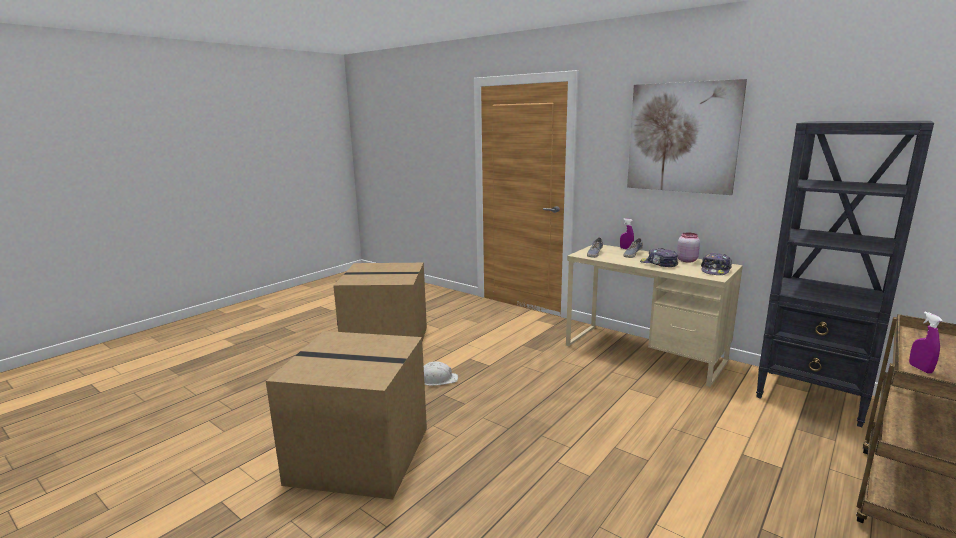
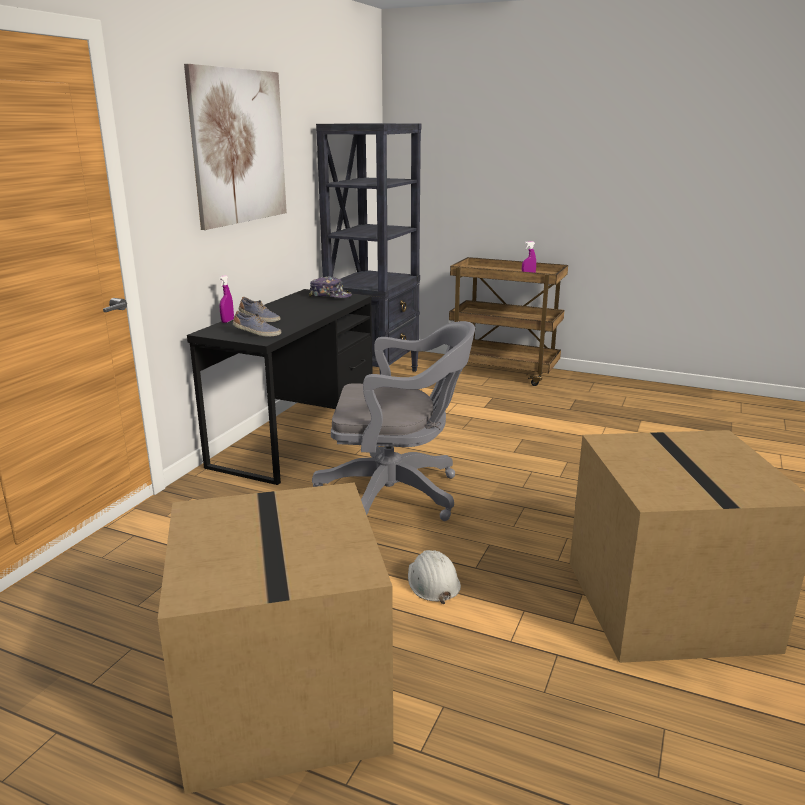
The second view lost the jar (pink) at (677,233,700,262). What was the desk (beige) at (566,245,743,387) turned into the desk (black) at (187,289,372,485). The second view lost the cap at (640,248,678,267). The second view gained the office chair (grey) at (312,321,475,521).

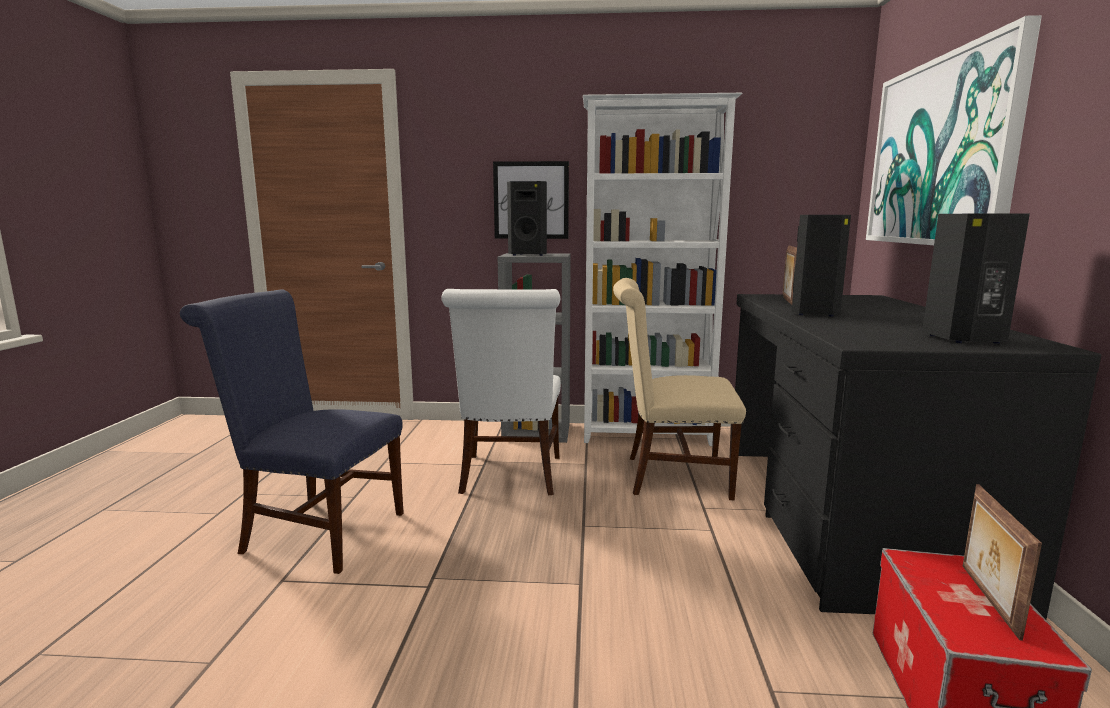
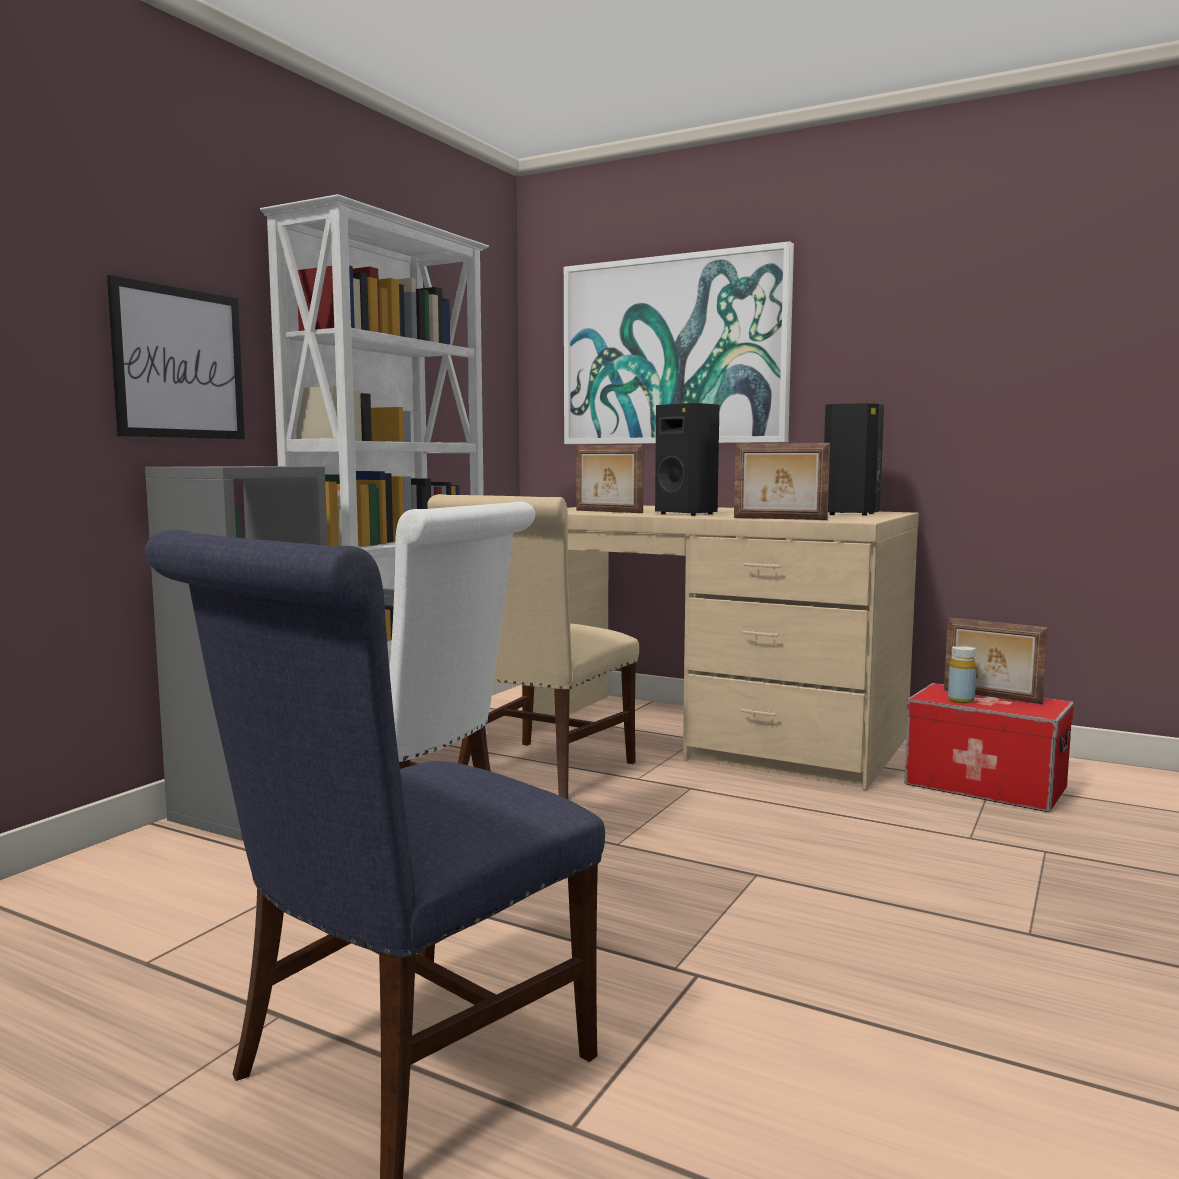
The second view lost the speaker (black) at (507,181,547,256). What was the desk (black) at (735,294,1101,619) turned into the desk (beige) at (522,506,919,790). The second view gained the picture frame at (734,443,830,520). The second view gained the bottle (yellow) at (948,646,977,703).

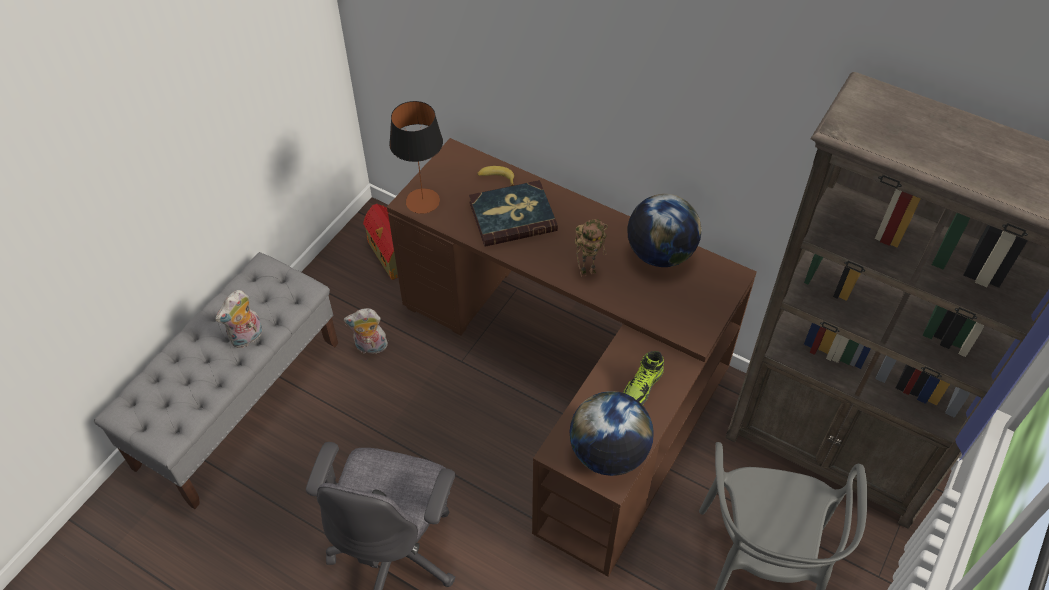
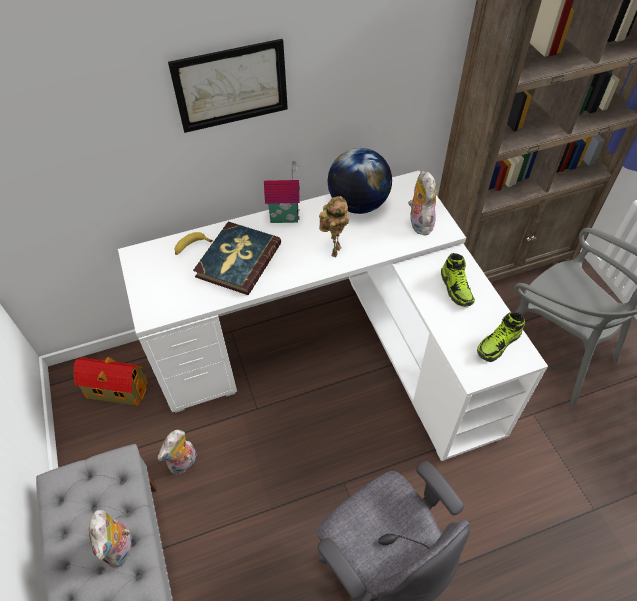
The second view lost the table lamp at (389,101,443,214). What was the desk (brown) at (387,138,757,577) turned into the desk (white) at (118,171,548,461). Where the globe stood at (569,391,654,476), the shoe came to stand at (477,312,525,362). The second view gained the picture at (168,39,288,133). The second view gained the toy house at (264,161,300,223). The second view gained the plush toy at (408,171,437,235).

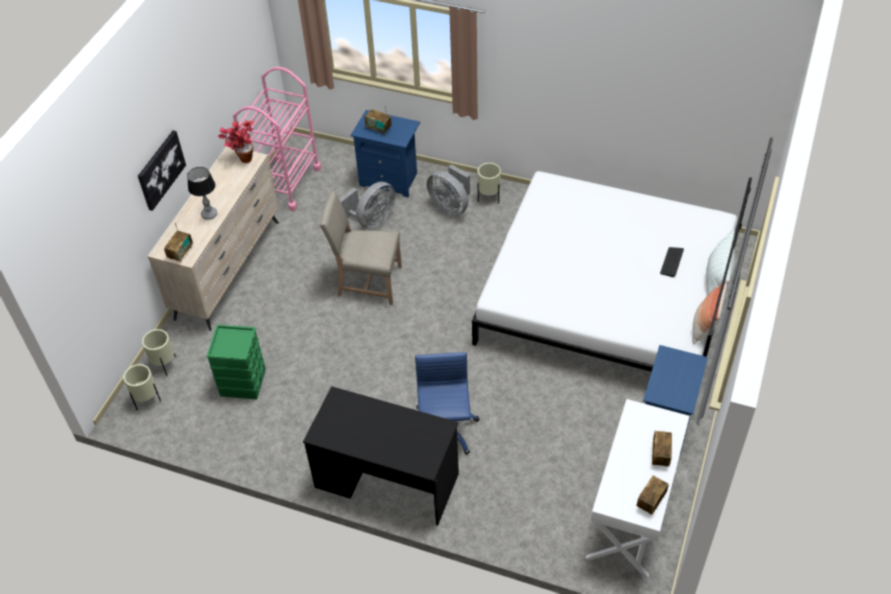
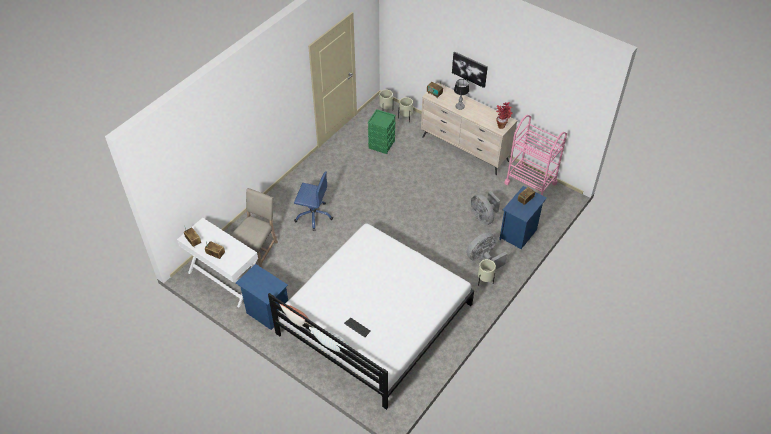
The chair (beige) ended up elsewhere, having gone from (320,191,402,305) to (231,188,278,268). The second view lost the desk (black) at (303,386,459,526).

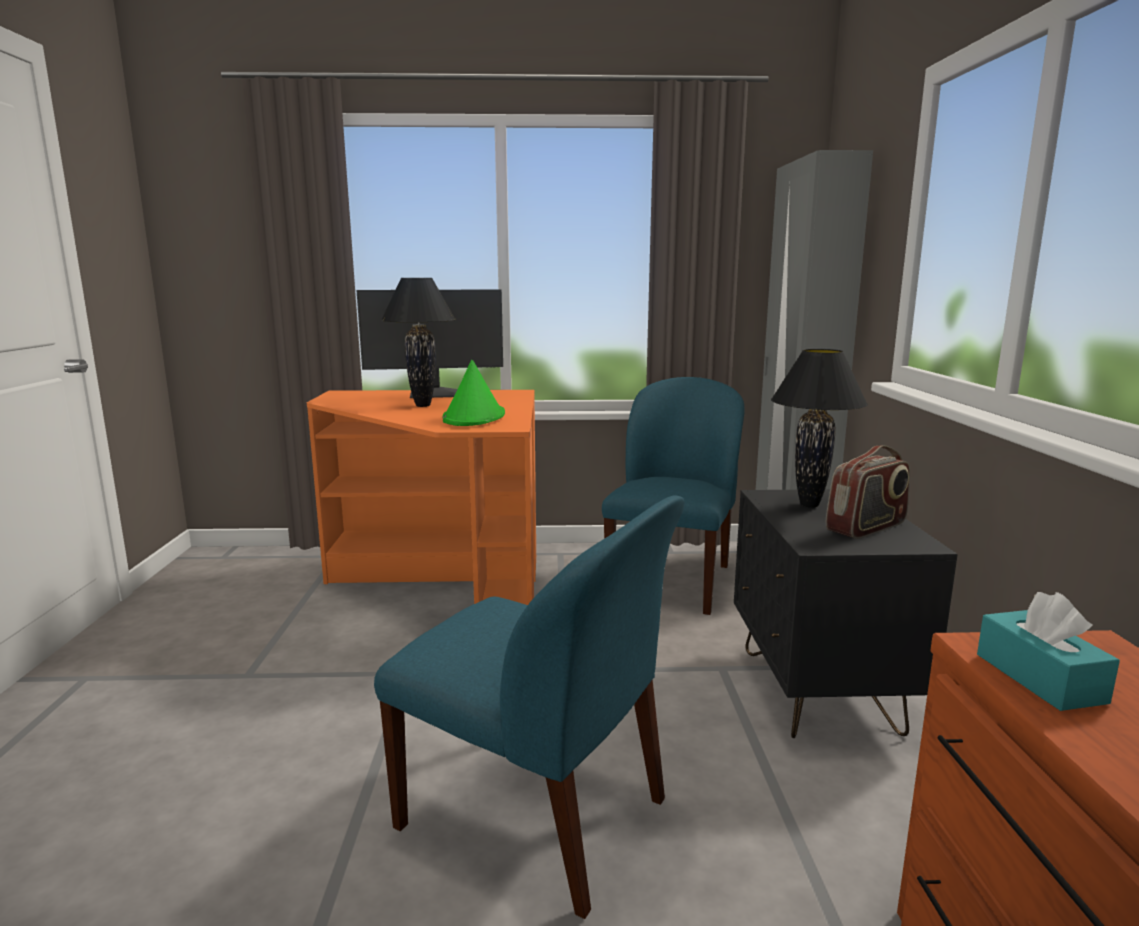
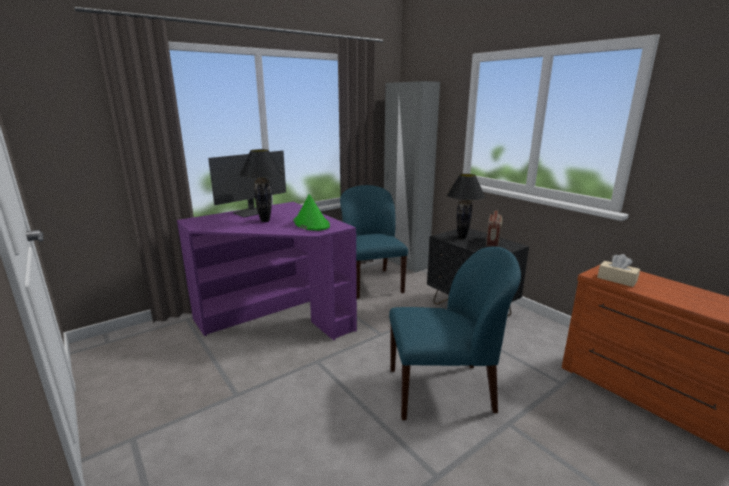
What was the desk (orange) at (307,390,536,605) turned into the desk (purple) at (177,202,357,340). What was the tissue box (turquoise) at (977,592,1120,711) turned into the tissue box (beige) at (597,254,640,287).

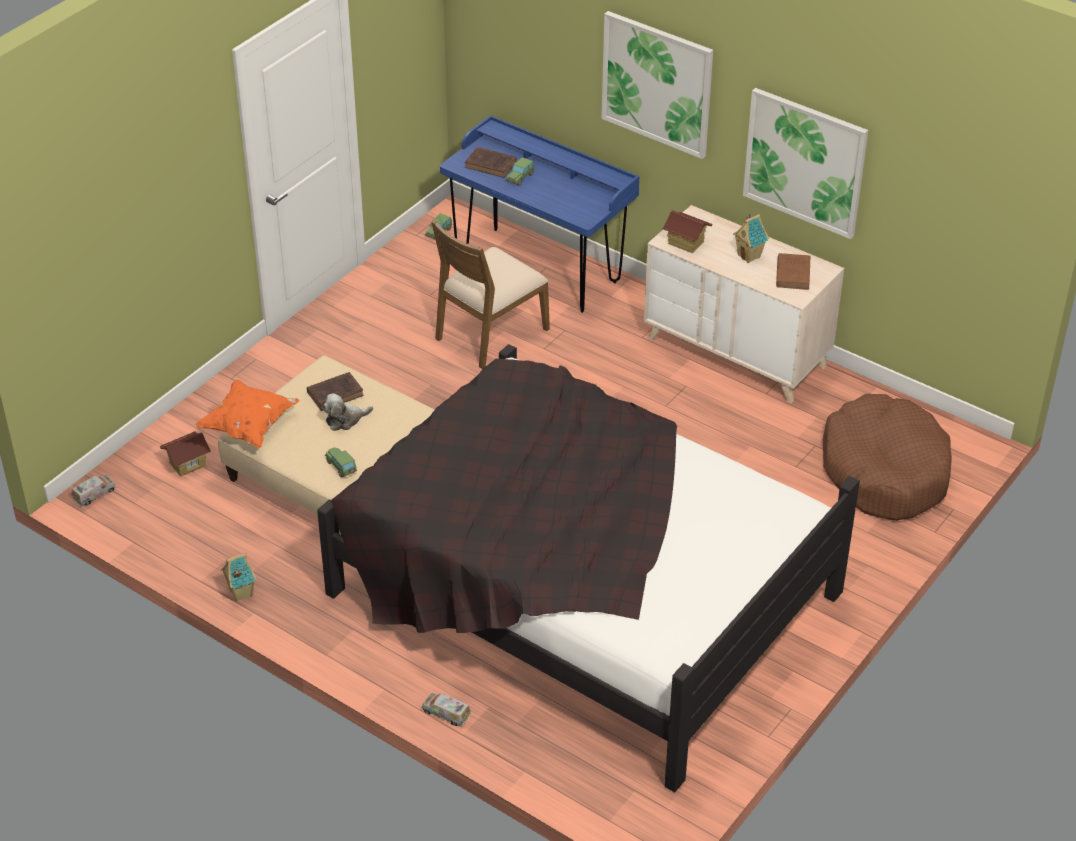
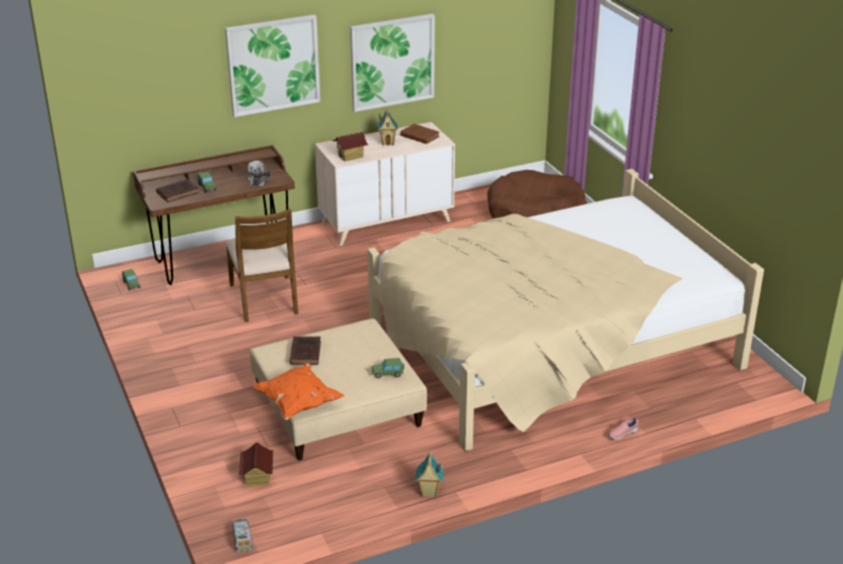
What was the desk (blue) at (440,115,639,313) turned into the desk (brown) at (133,145,295,285). What was the bed (black) at (317,344,860,792) turned into the bed (beige) at (367,169,764,451). The plush toy ended up elsewhere, having gone from (322,393,373,431) to (247,160,270,186). Where the toy truck stood at (422,693,471,727), the shoe (pink) came to stand at (608,417,639,440).

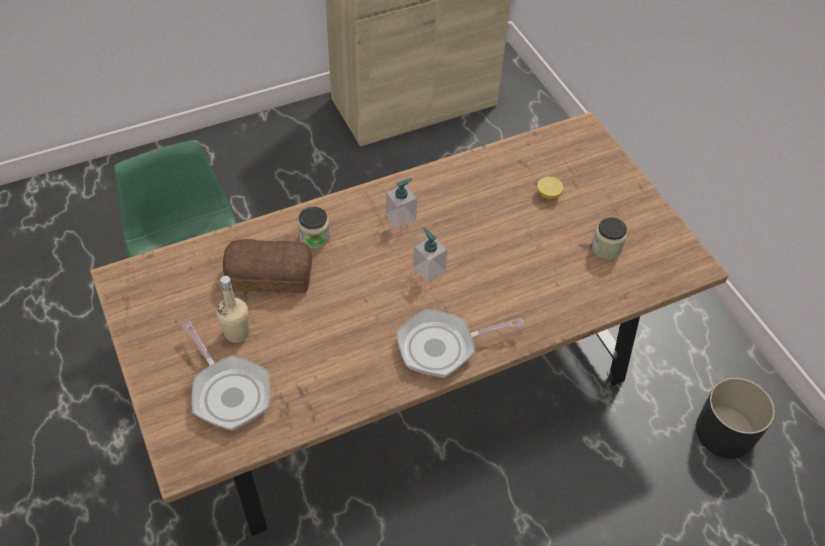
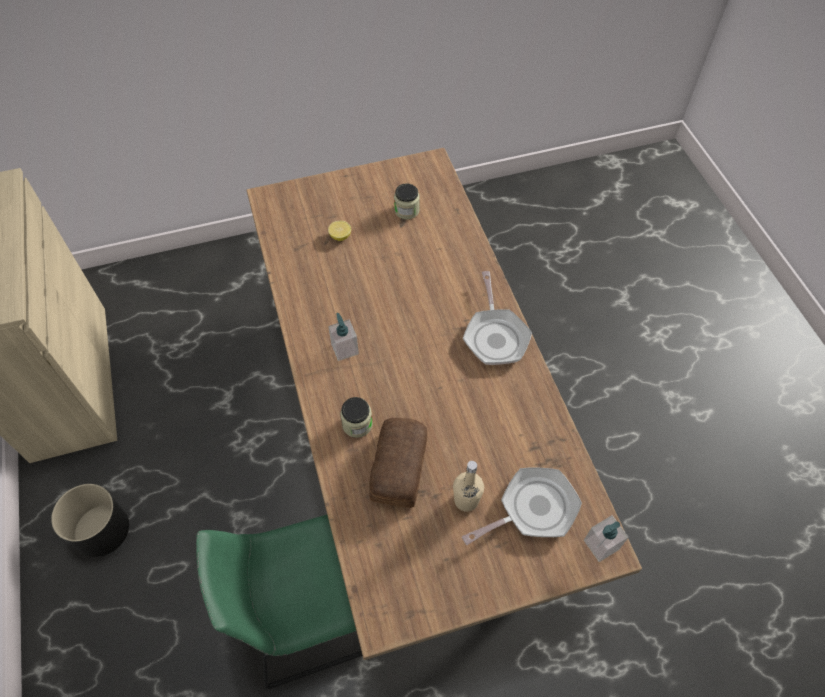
The soap dispenser ended up elsewhere, having gone from (413,228,448,282) to (584,515,629,562). The planter (black) ended up elsewhere, having gone from (696,378,775,459) to (51,484,129,557).

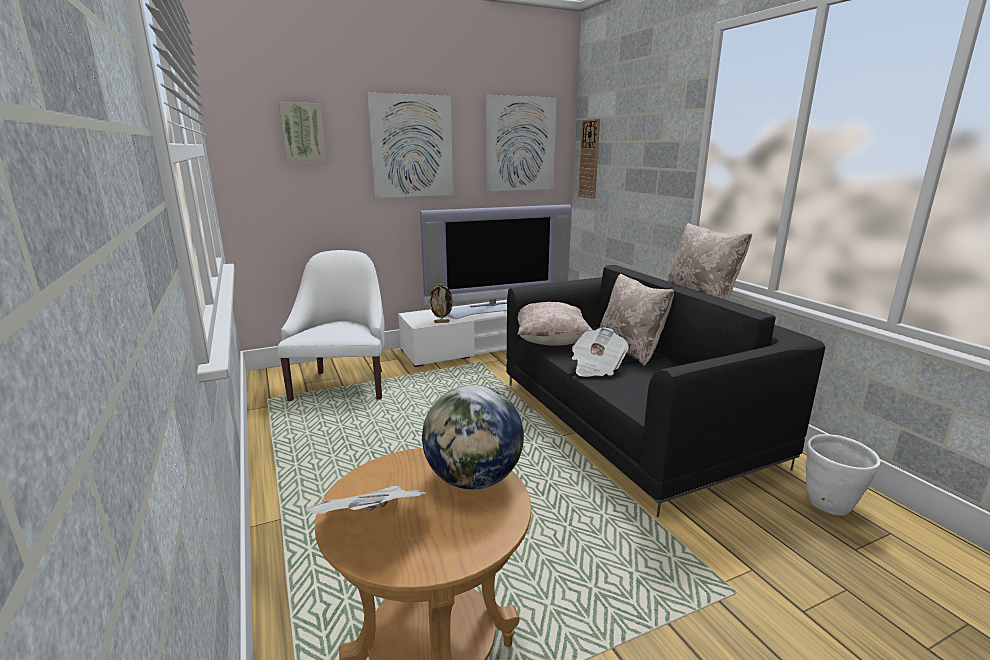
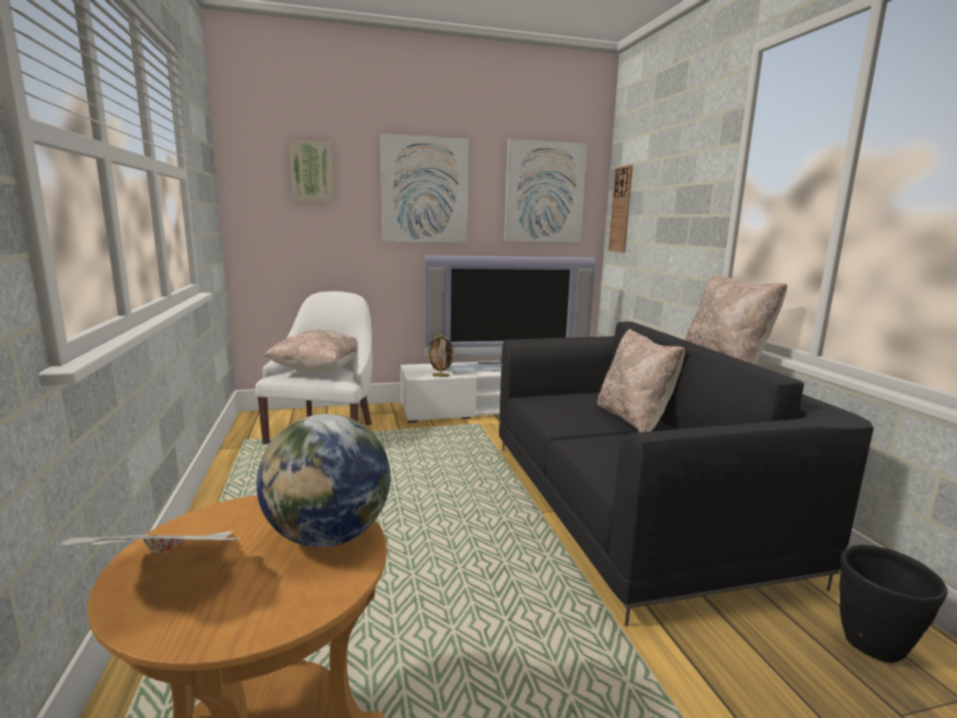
The pillow (beige) ended up elsewhere, having gone from (517,302,593,346) to (264,330,358,373). The second view lost the newspaper at (572,327,629,377). What was the planter (white) at (806,434,881,516) turned into the planter (black) at (839,545,948,663).

